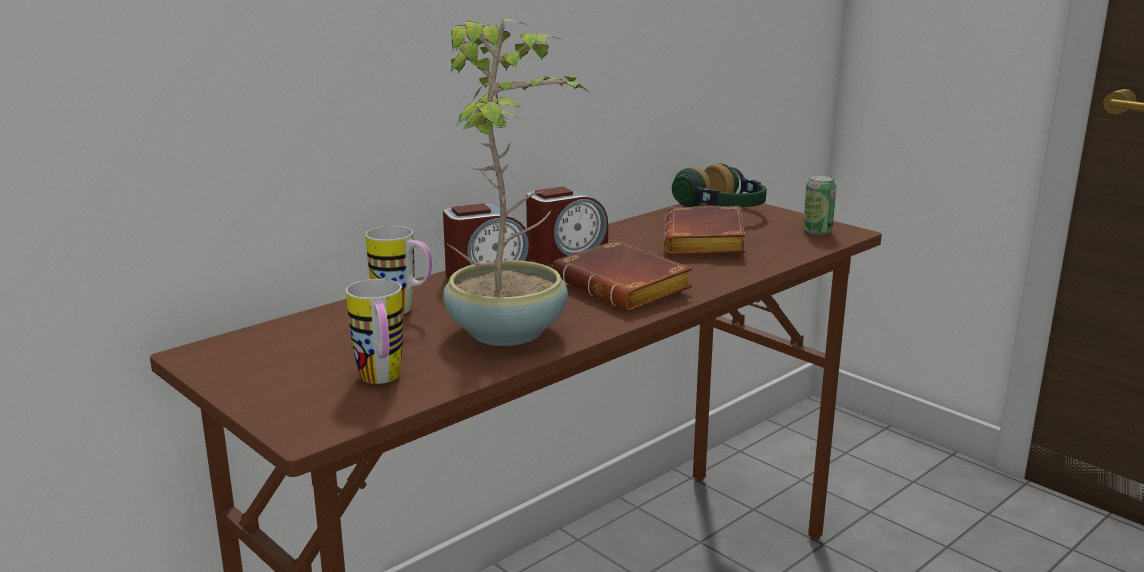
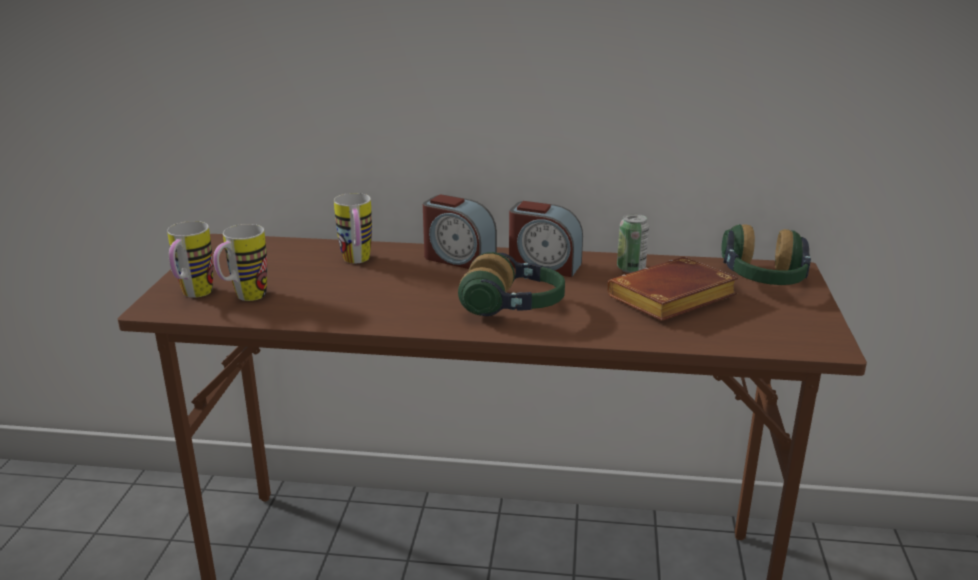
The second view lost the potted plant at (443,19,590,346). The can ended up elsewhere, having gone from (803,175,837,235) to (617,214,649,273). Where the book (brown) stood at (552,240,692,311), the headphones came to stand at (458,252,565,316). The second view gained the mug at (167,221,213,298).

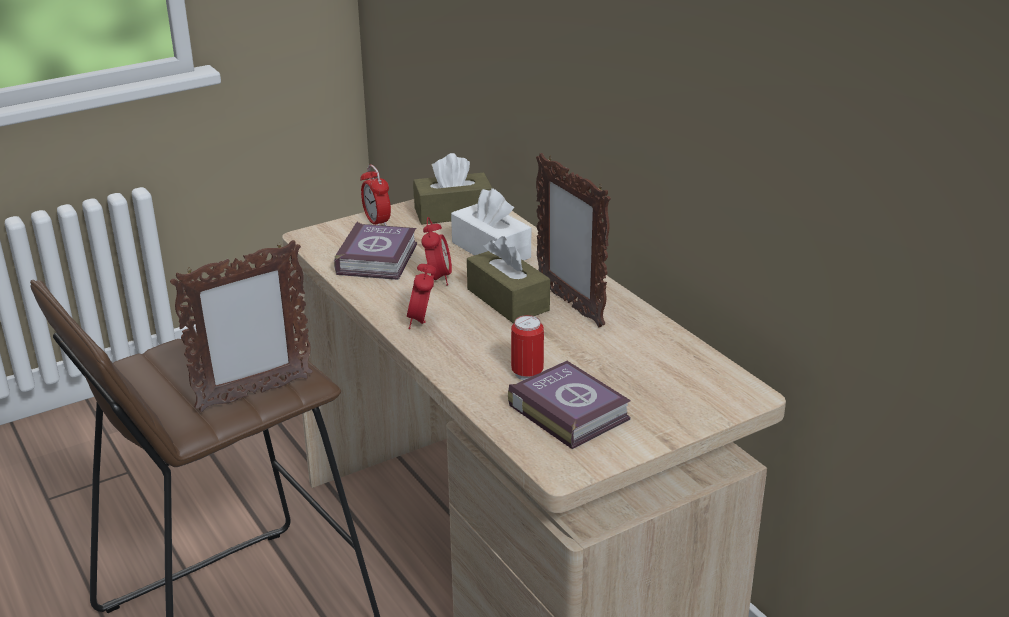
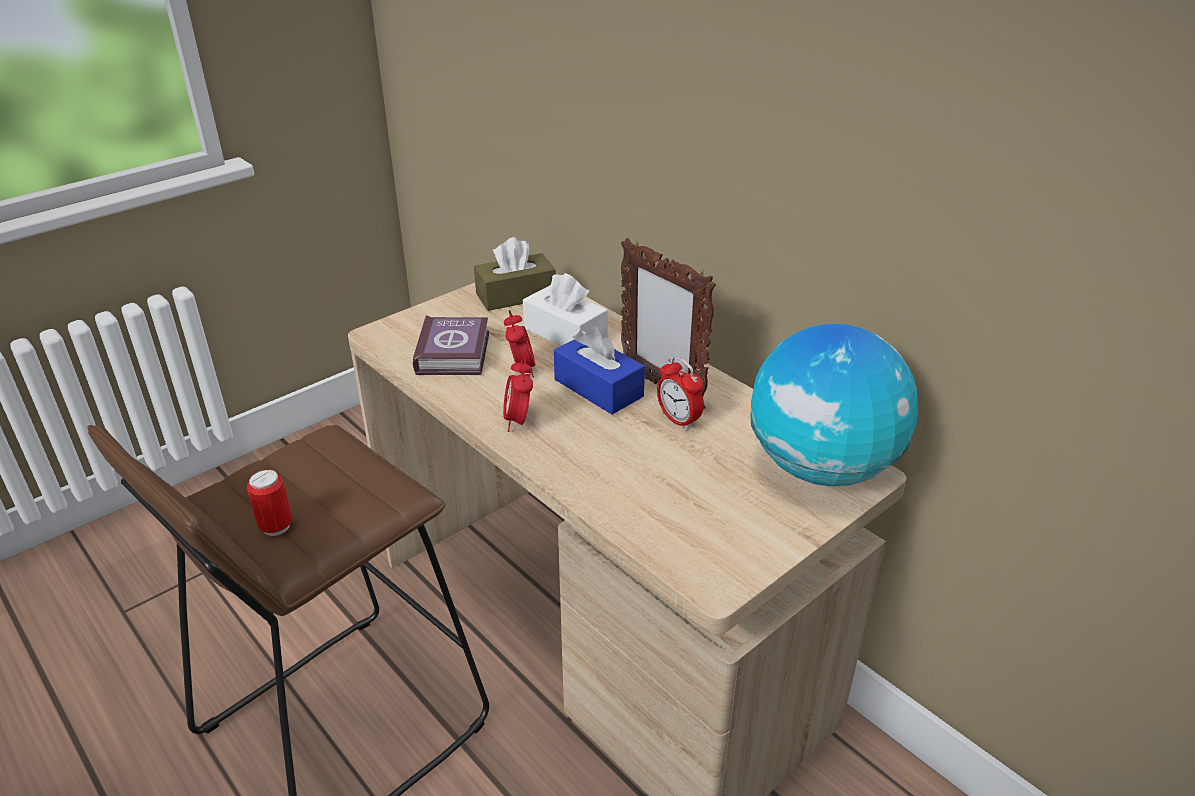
The alarm clock ended up elsewhere, having gone from (360,165,391,226) to (657,356,704,431). What was the tissue box (brown) at (467,236,550,323) turned into the tissue box (blue) at (554,327,645,414). The second view lost the picture frame at (170,240,313,412). The can ended up elsewhere, having gone from (511,315,544,380) to (247,469,292,536). The second view lost the book at (508,361,631,449). The second view gained the globe at (750,324,918,486).

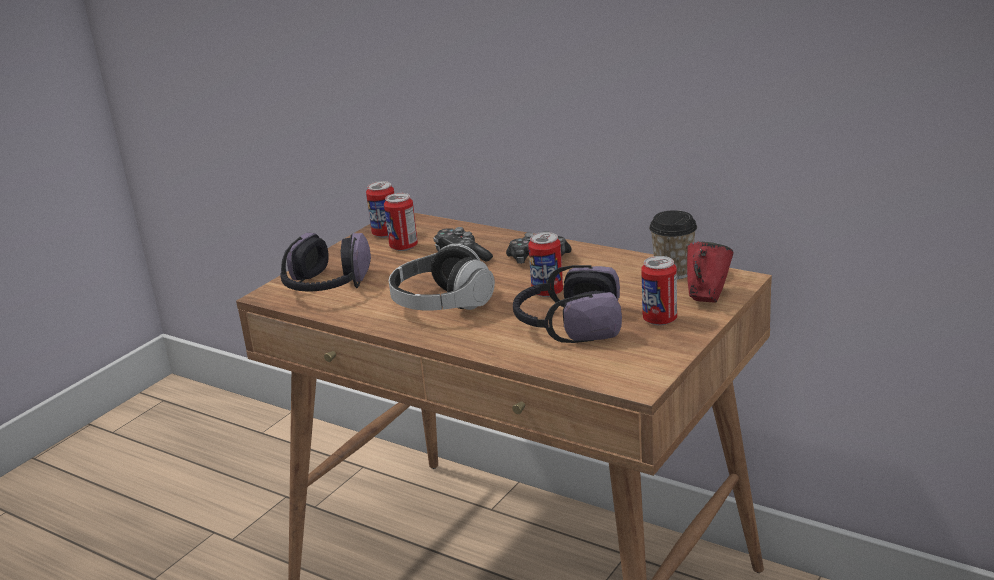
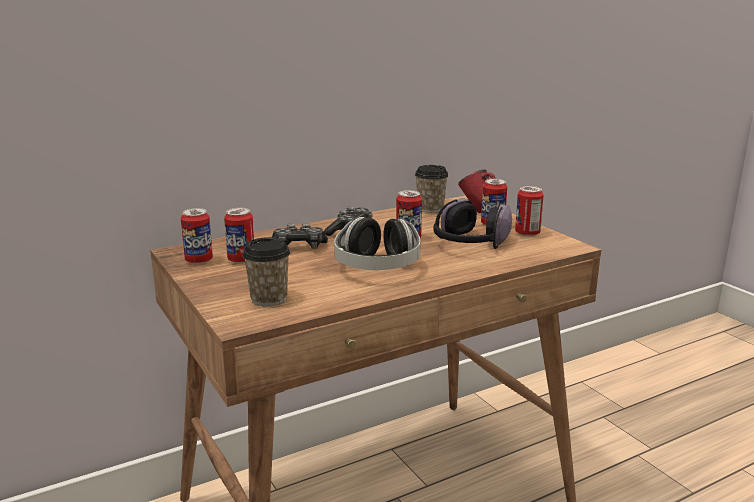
Where the headphones stood at (280,233,371,291), the cup came to stand at (242,237,290,306). The second view gained the can at (515,186,544,237).

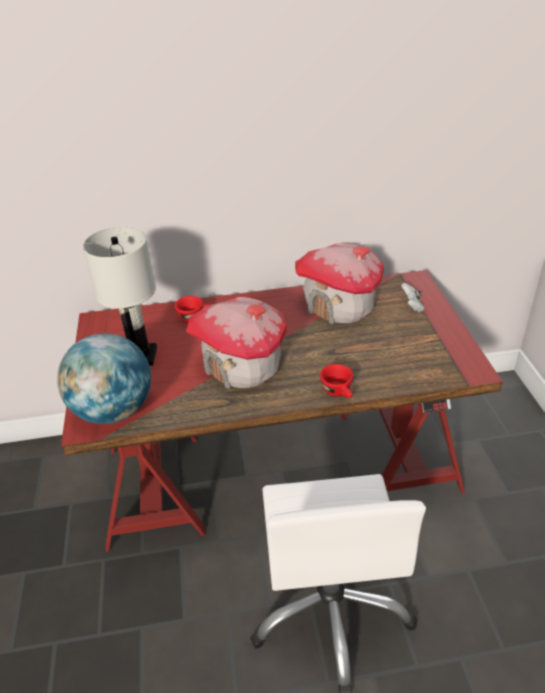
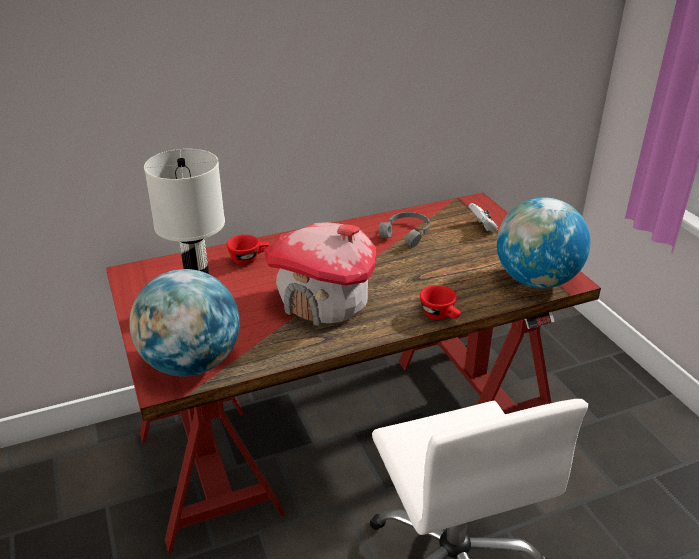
Where the toy house stood at (295,243,384,324), the headphones (grey) came to stand at (379,212,430,247). The second view gained the globe at (497,197,590,288).

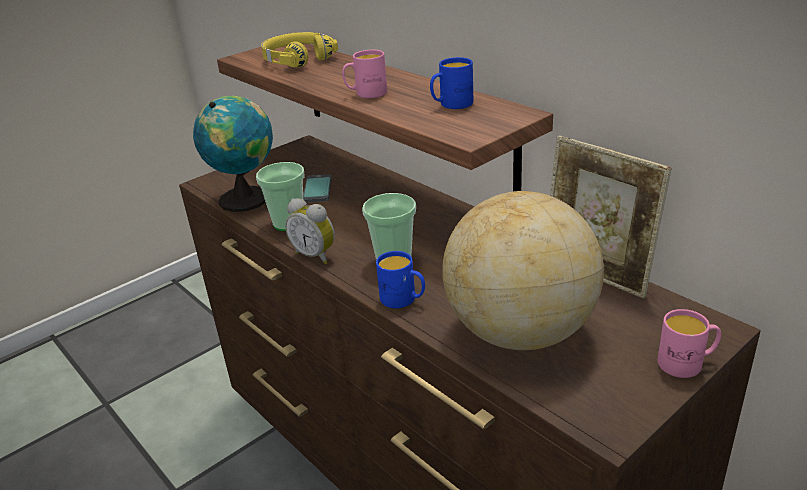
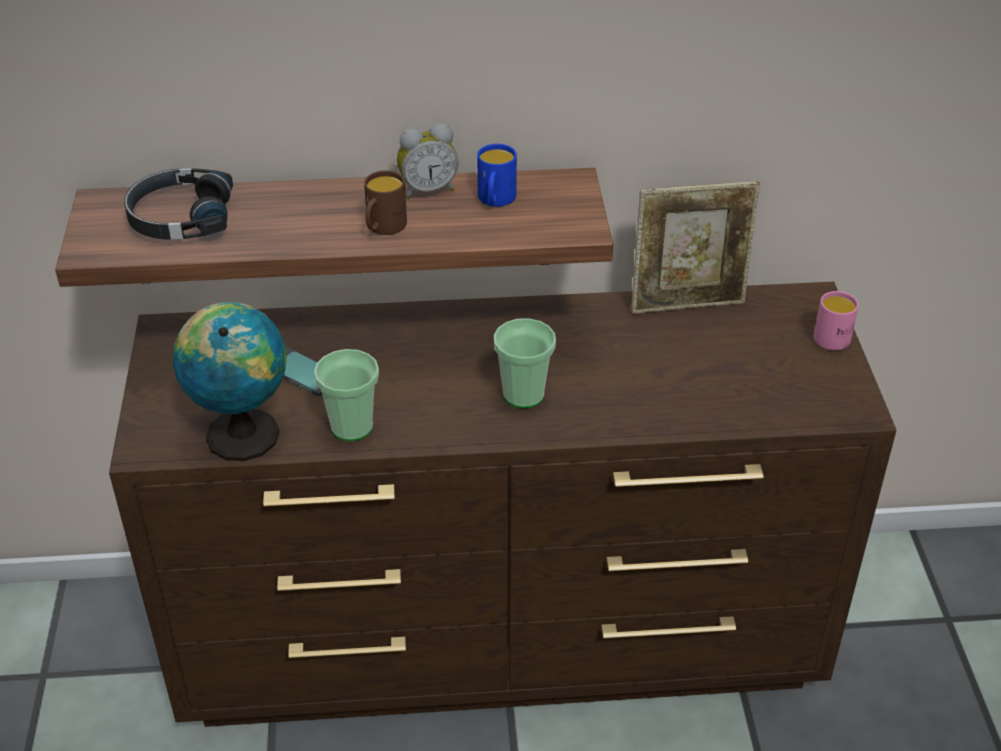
What was the headphones (yellow) at (261,32,338,67) turned into the headphones (black) at (124,168,233,240). What was the mug (pink) at (342,50,387,98) turned into the mug (brown) at (364,170,407,235). The second view lost the globe at (442,191,604,350). The alarm clock ended up elsewhere, having gone from (285,198,335,264) to (397,123,458,199). The second view lost the mug (blue) at (376,251,425,308).

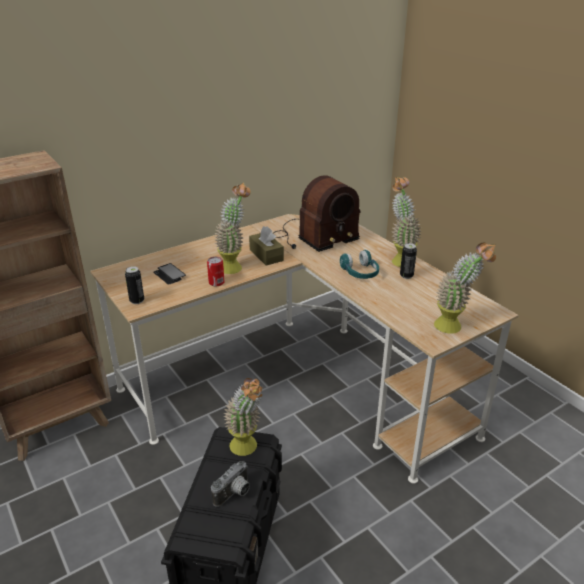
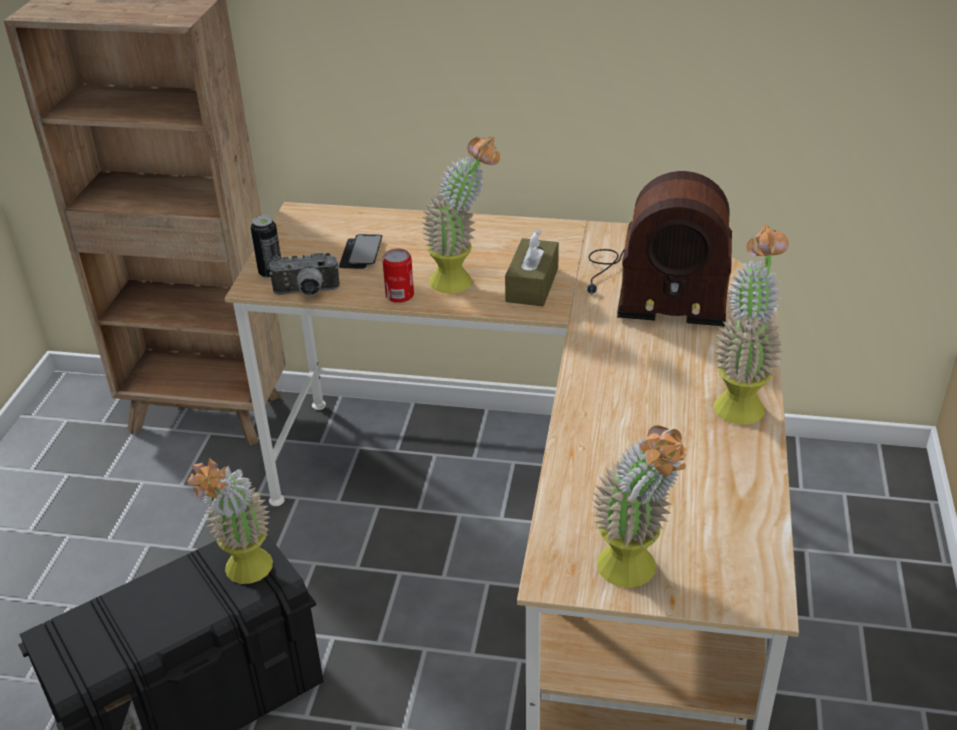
The second view lost the can at (400,243,417,279). The second view lost the headphones (turquoise) at (340,250,379,279). The photo camera ended up elsewhere, having gone from (211,461,250,507) to (269,253,340,296).

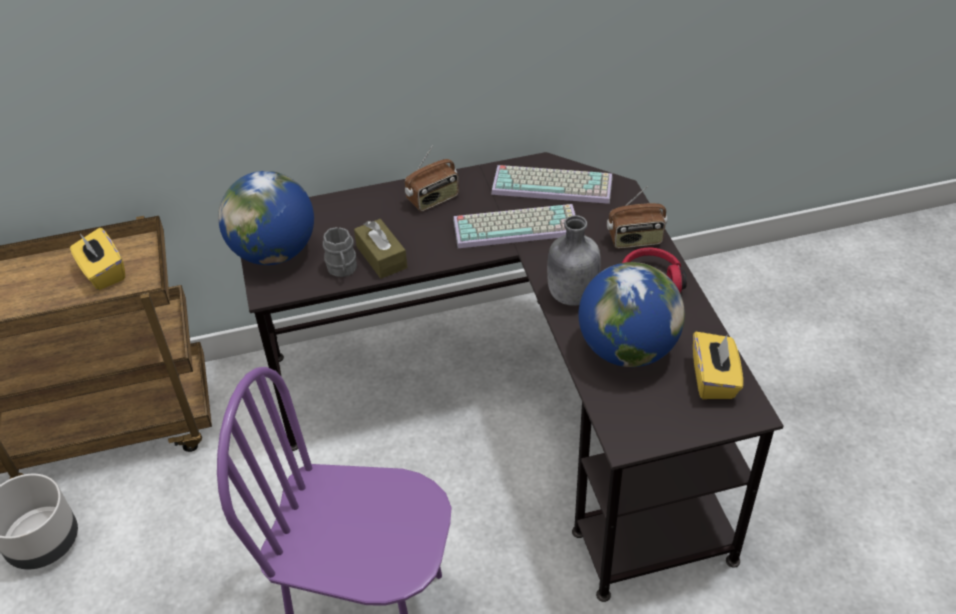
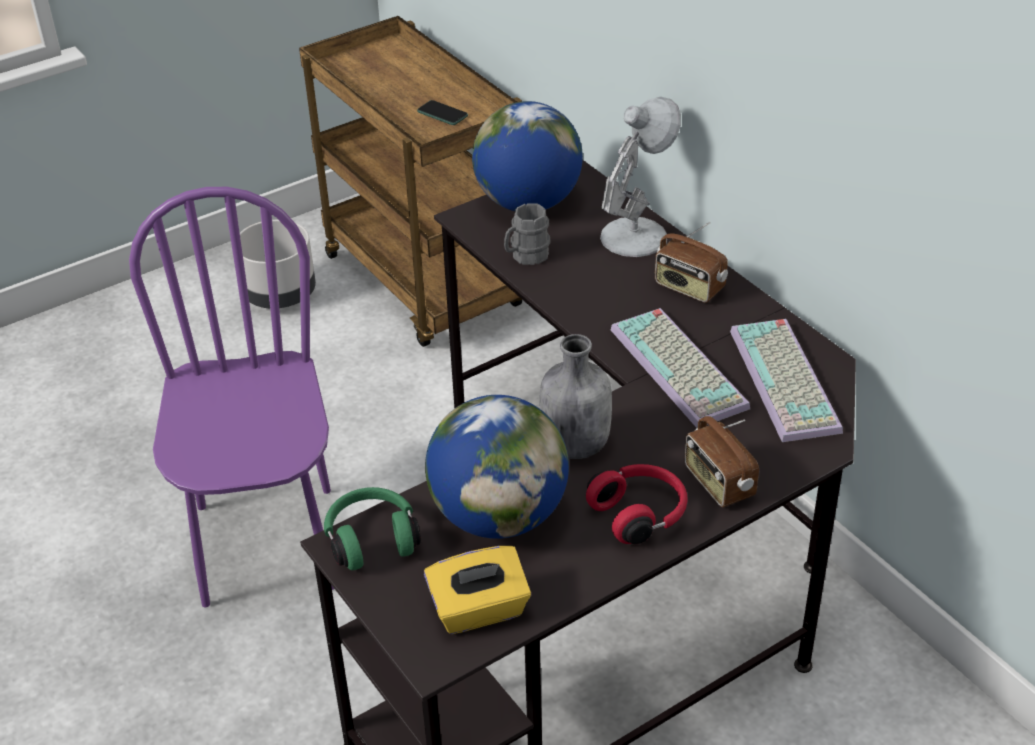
The second view lost the tissue box (brown) at (354,219,408,279). Where the tissue box (yellow) stood at (70,228,125,290), the phone came to stand at (417,100,468,125). The second view gained the table lamp (white) at (600,97,681,257). The second view gained the headphones (green) at (324,487,421,570).

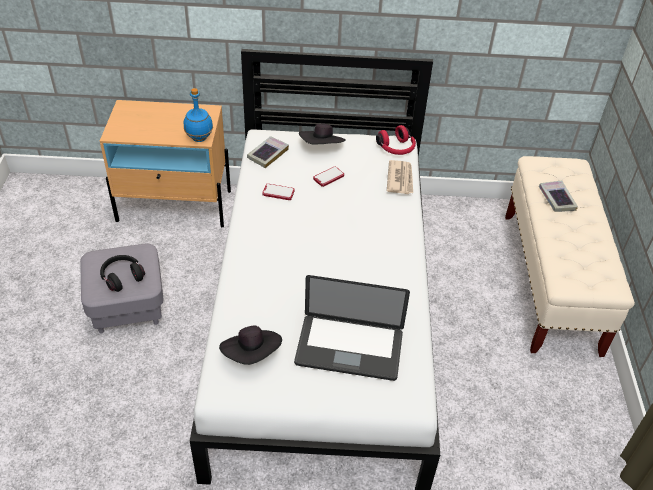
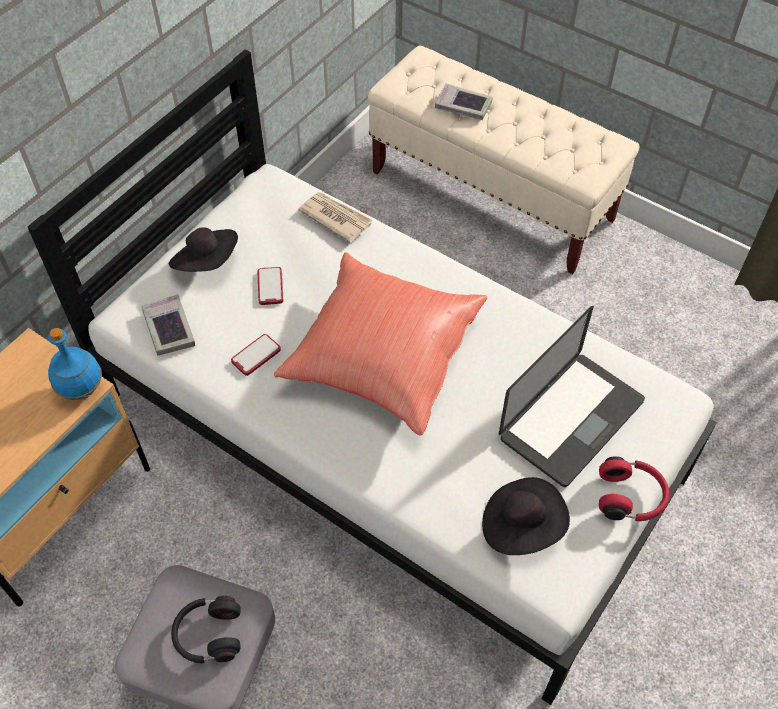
The headphones (red) ended up elsewhere, having gone from (376,125,416,155) to (599,456,669,521). The second view gained the pillow (red) at (274,252,487,436).

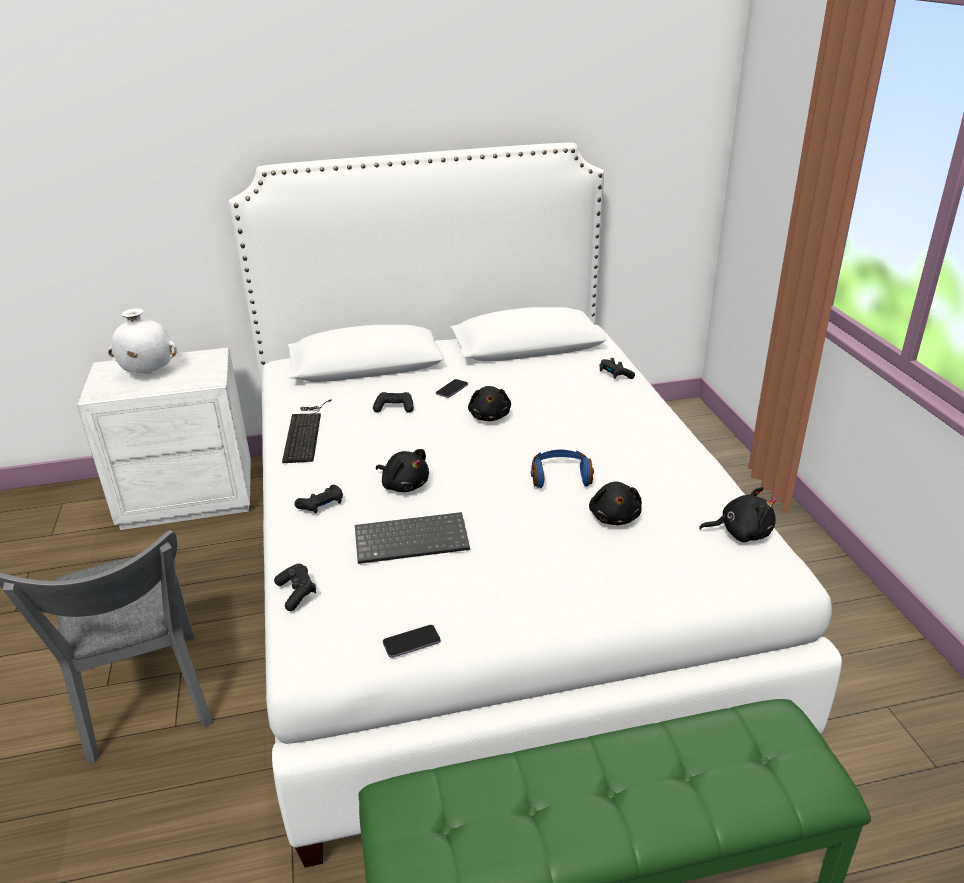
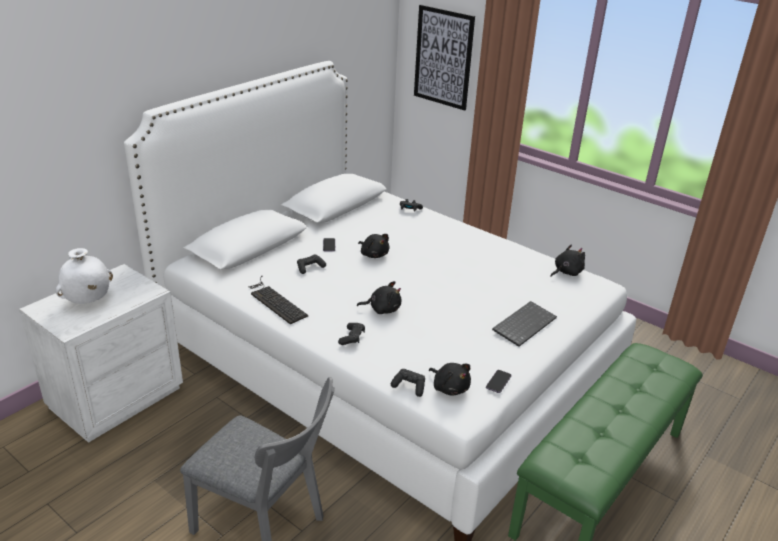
The second view lost the headphones (blue) at (531,450,594,488). The plush toy (black) ended up elsewhere, having gone from (589,482,642,525) to (429,363,471,396). The keyboard ended up elsewhere, having gone from (355,512,470,564) to (492,301,557,347). The second view gained the picture at (414,5,475,111).

